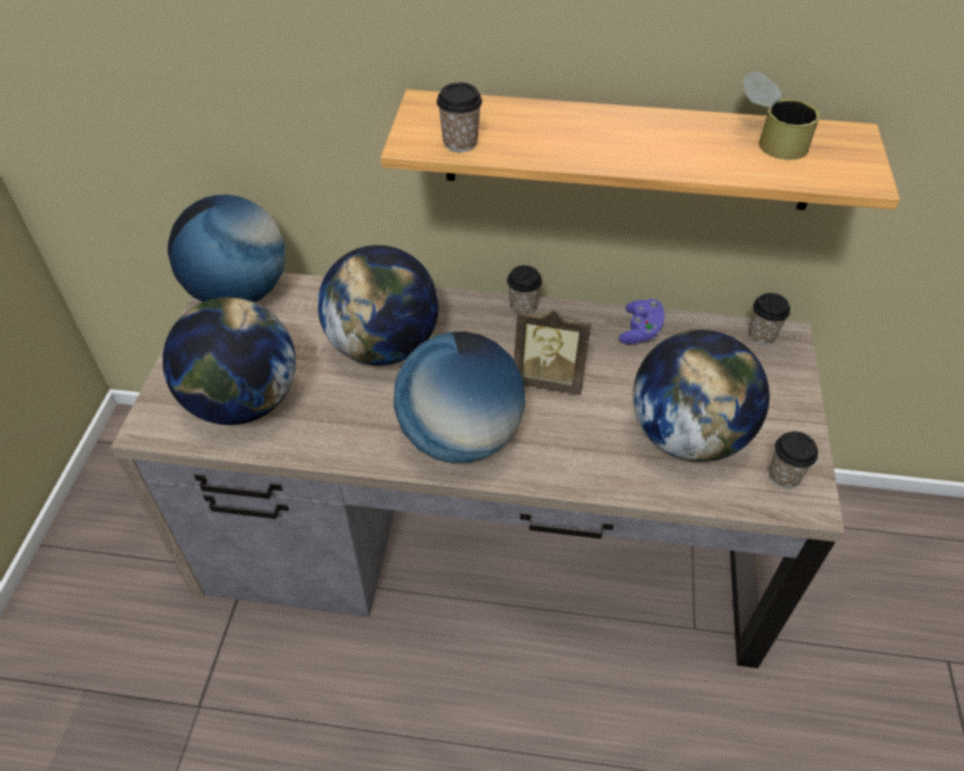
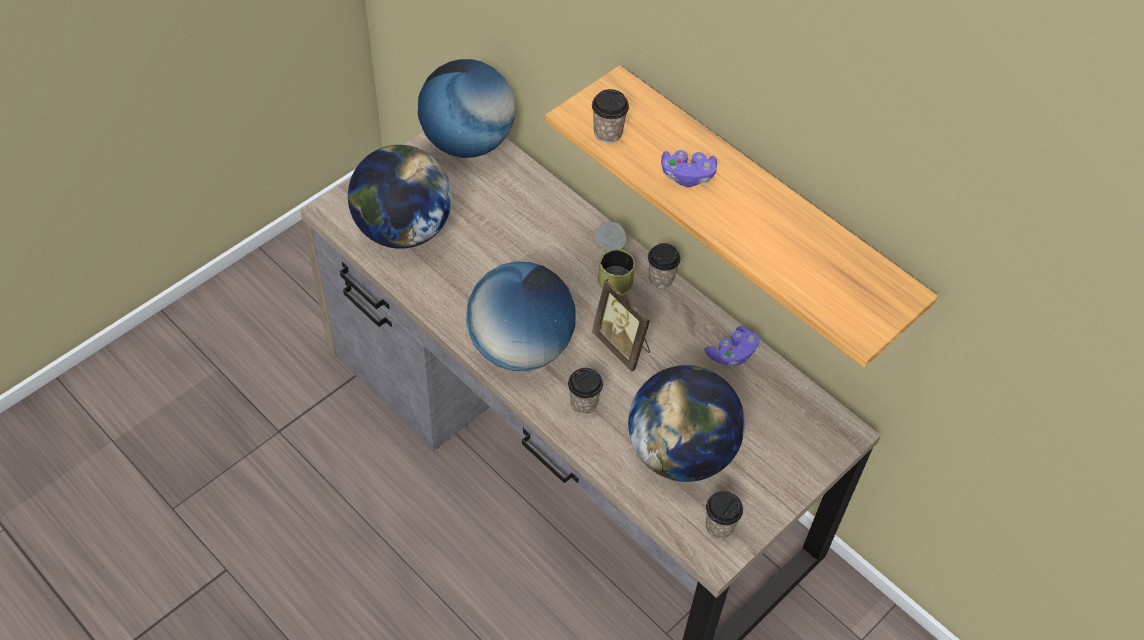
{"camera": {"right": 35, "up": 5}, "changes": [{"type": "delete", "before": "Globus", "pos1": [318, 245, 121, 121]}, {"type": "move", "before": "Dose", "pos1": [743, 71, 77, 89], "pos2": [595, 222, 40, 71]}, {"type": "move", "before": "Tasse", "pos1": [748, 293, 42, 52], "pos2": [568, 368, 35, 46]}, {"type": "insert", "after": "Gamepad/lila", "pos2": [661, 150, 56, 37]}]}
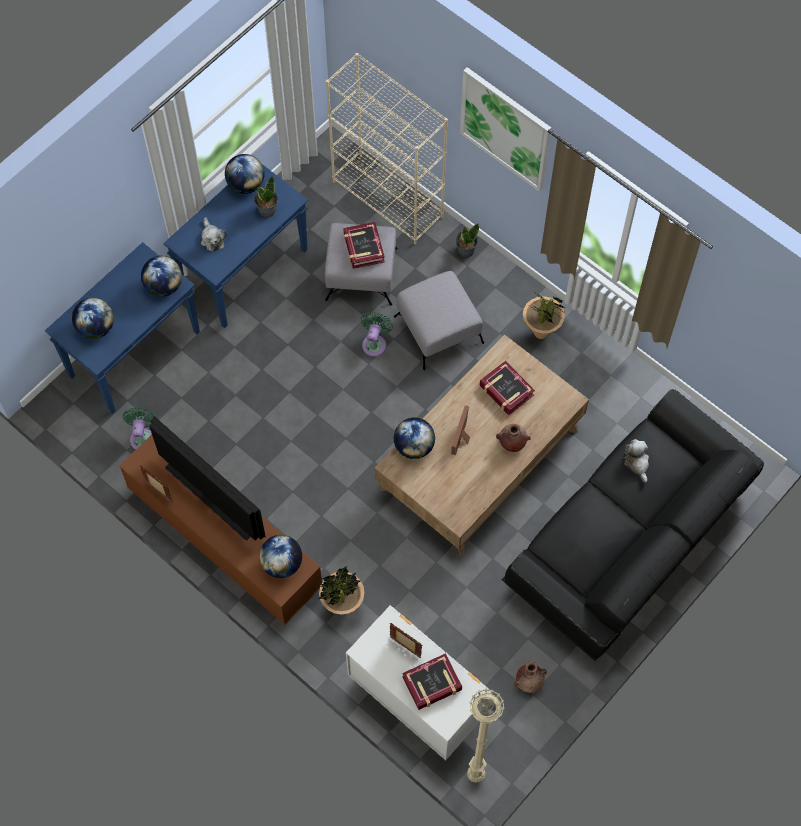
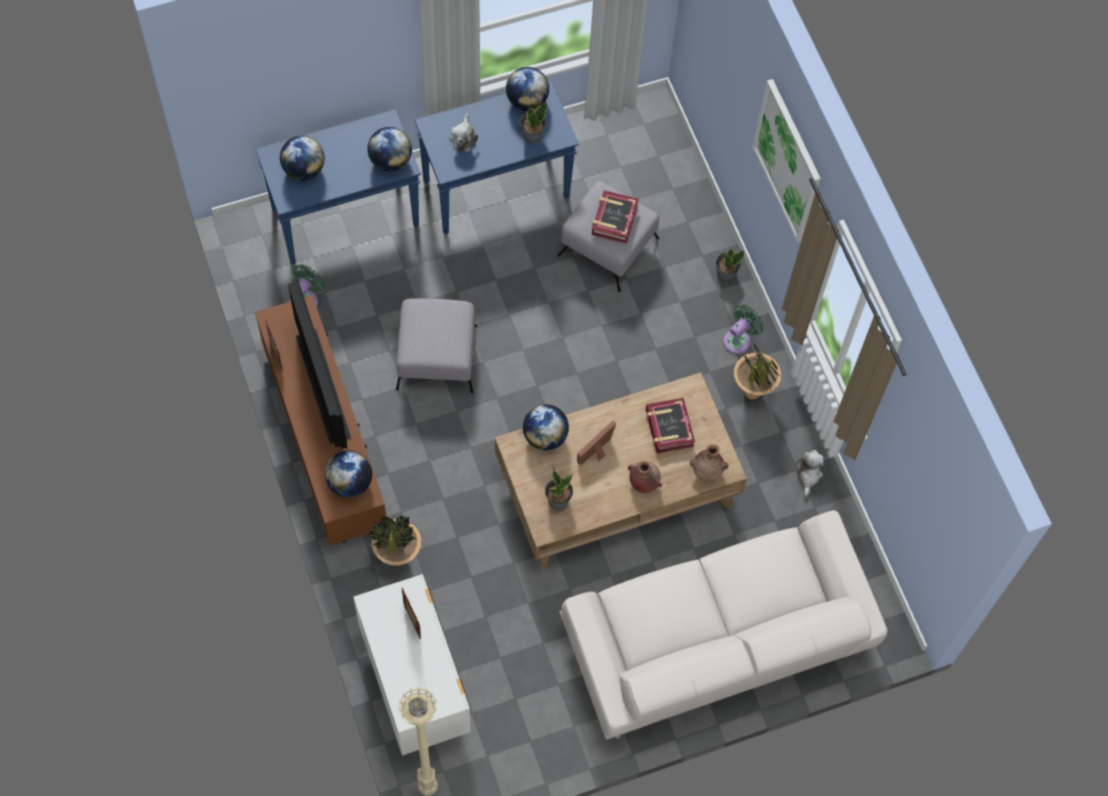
{"camera": {"right": 25, "up": 0}, "changes": [{"type": "delete", "before": "Bücherregal/beige", "pos1": [326, 53, 122, 192]}, {"type": "move", "before": "Ventilator/grün", "pos1": [361, 312, 32, 45], "pos2": [723, 304, 41, 50]}, {"type": "move", "before": "Polsterhocker/grau", "pos1": [394, 271, 90, 99], "pos2": [396, 298, 81, 96]}, {"type": "delete", "before": "Buch", "pos1": [402, 653, 60, 57]}, {"type": "recolor", "before": "Sofa/schwarz", "after": "Sofa/weiß", "pos1": [502, 389, 262, 272], "pos2": [559, 510, 329, 230]}, {"type": "move", "before": "Vase/braun", "pos1": [514, 661, 33, 32], "pos2": [690, 444, 38, 37]}, {"type": "move", "before": "Plüschtier", "pos1": [623, 439, 26, 44], "pos2": [796, 450, 28, 47]}, {"type": "insert", "after": "Topfpflanze", "pos2": [545, 466, 28, 44]}]}
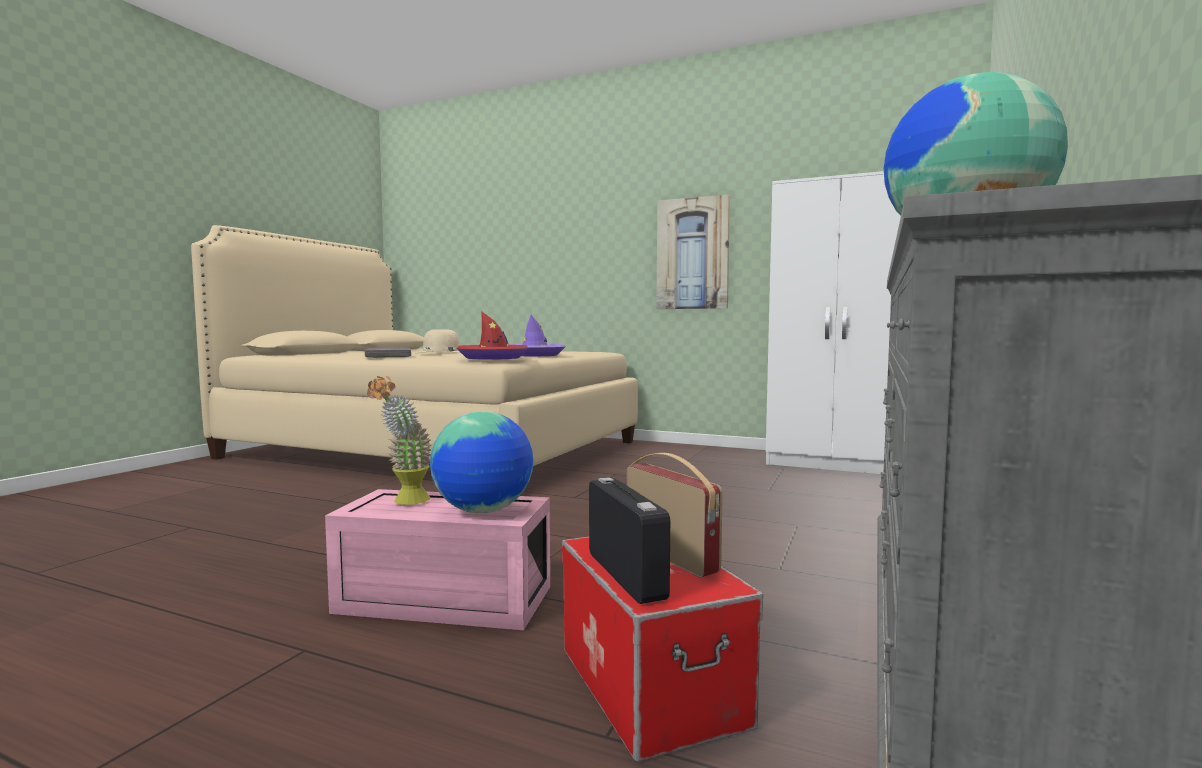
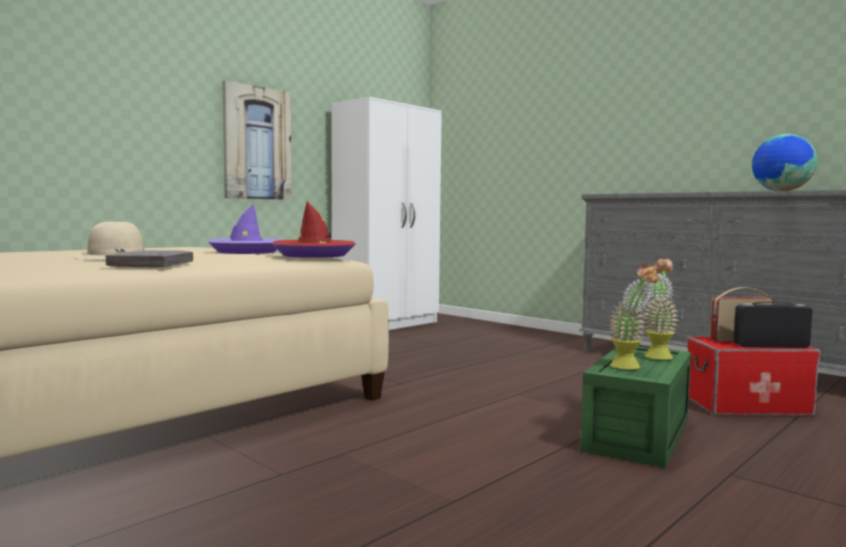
{"camera": {"right": -70, "up": 0}, "changes": [{"type": "recolor", "before": "Aufbewahrungsbox/rosa", "after": "Aufbewahrungsbox/grün", "pos1": [325, 489, 225, 141], "pos2": [580, 347, 111, 121]}, {"type": "replace", "before": "Globus", "after": "Topfpflanze", "pos1": [430, 411, 103, 102], "pos2": [643, 259, 37, 101]}]}
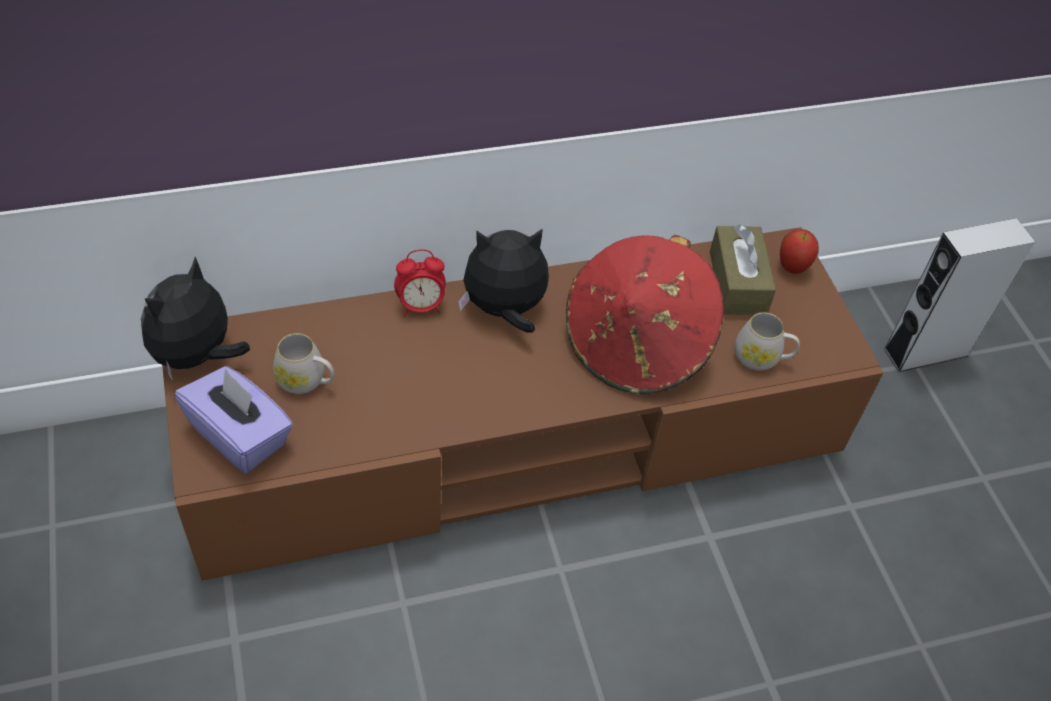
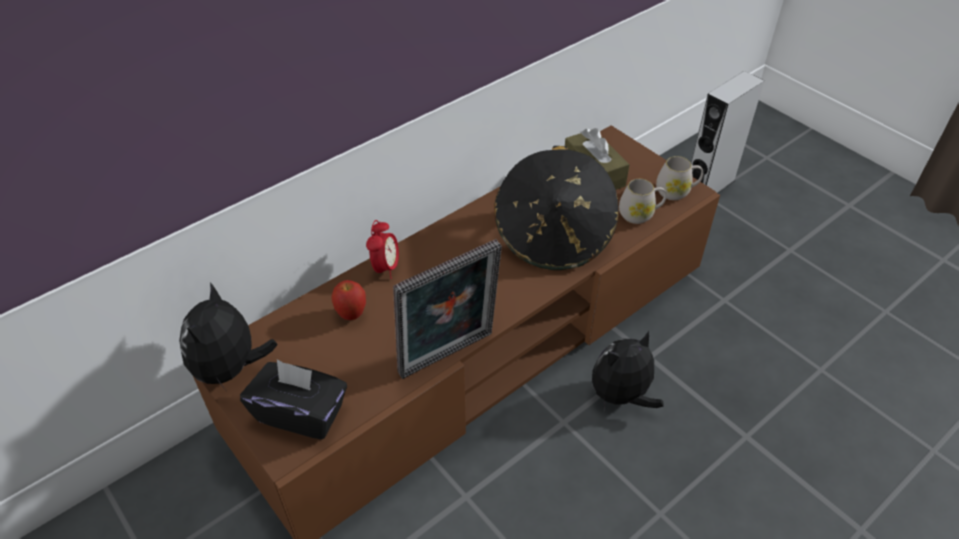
{"camera": {"right": -20, "up": -5}, "changes": [{"type": "recolor", "before": "Taschentuchbox/lila", "after": "Taschentuchbox/schwarz", "pos1": [174, 366, 119, 107], "pos2": [240, 359, 107, 81]}, {"type": "move", "before": "Henkelbecher/weiß", "pos1": [273, 333, 62, 61], "pos2": [656, 156, 47, 44]}, {"type": "rotate", "before": "Wecker", "pos1": [394, 250, 52, 67], "pos2": [366, 220, 33, 59], "turn": -45}, {"type": "move", "before": "Plüschtier", "pos1": [458, 228, 91, 105], "pos2": [592, 331, 72, 79]}, {"type": "recolor", "before": "Hut/rot", "after": "Hut/schwarz", "pos1": [566, 235, 158, 160], "pos2": [494, 146, 125, 124]}, {"type": "move", "before": "Apfel", "pos1": [780, 229, 39, 45], "pos2": [331, 280, 35, 40]}, {"type": "insert", "after": "Bilderrahmen", "pos2": [393, 239, 109, 140]}]}
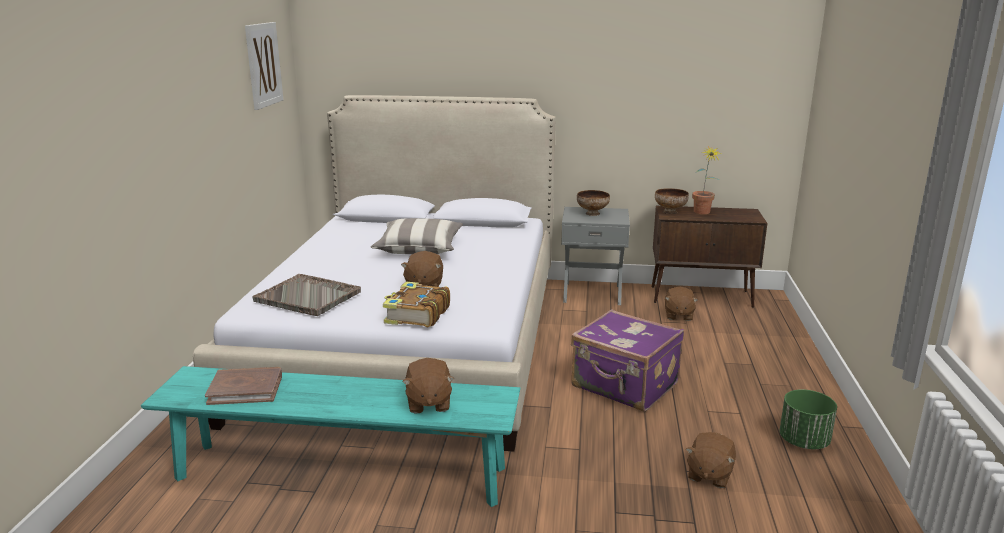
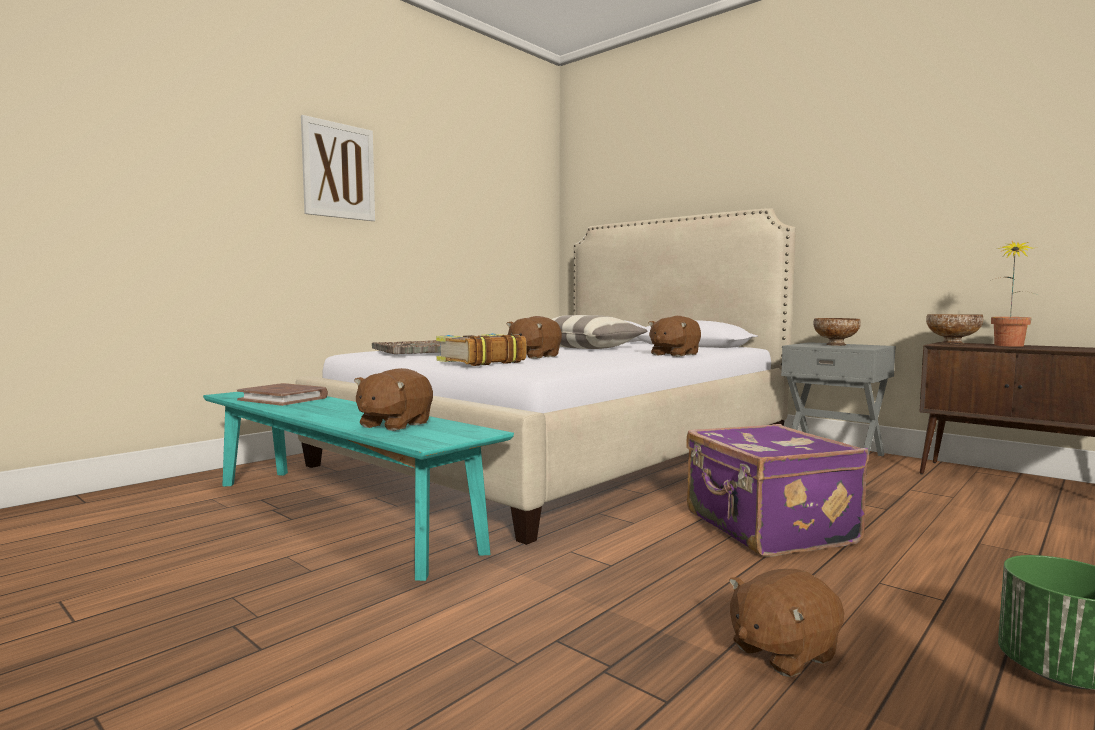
{"camera": {"right": 35, "up": -15}, "changes": [{"type": "move", "before": "Bild", "pos1": [245, 22, 38, 88], "pos2": [301, 115, 74, 106]}, {"type": "move", "before": "Plüschtier/braun", "pos1": [665, 287, 33, 34], "pos2": [648, 316, 53, 41]}]}
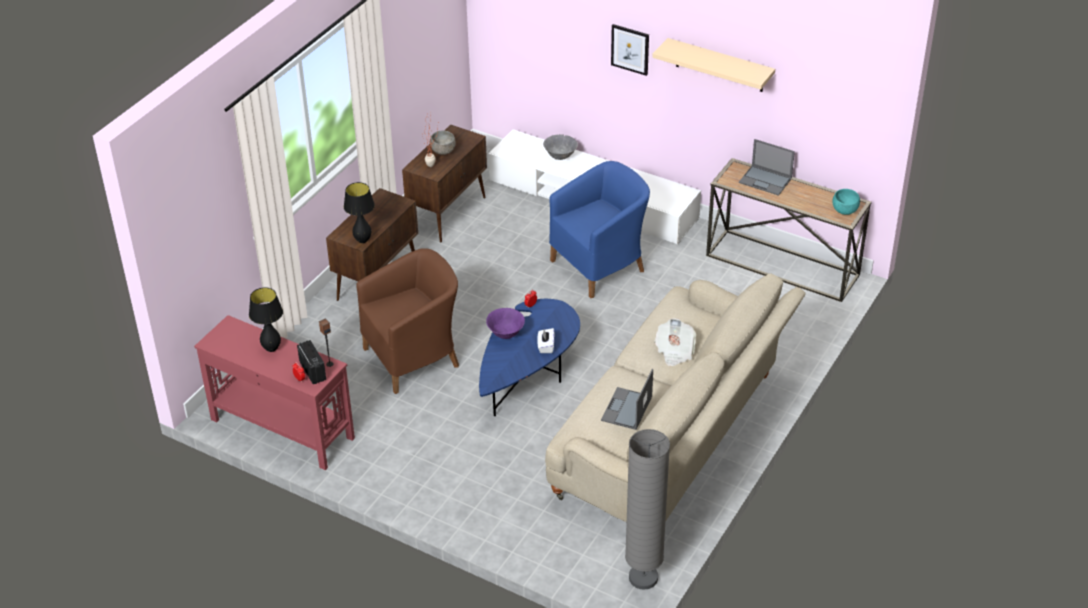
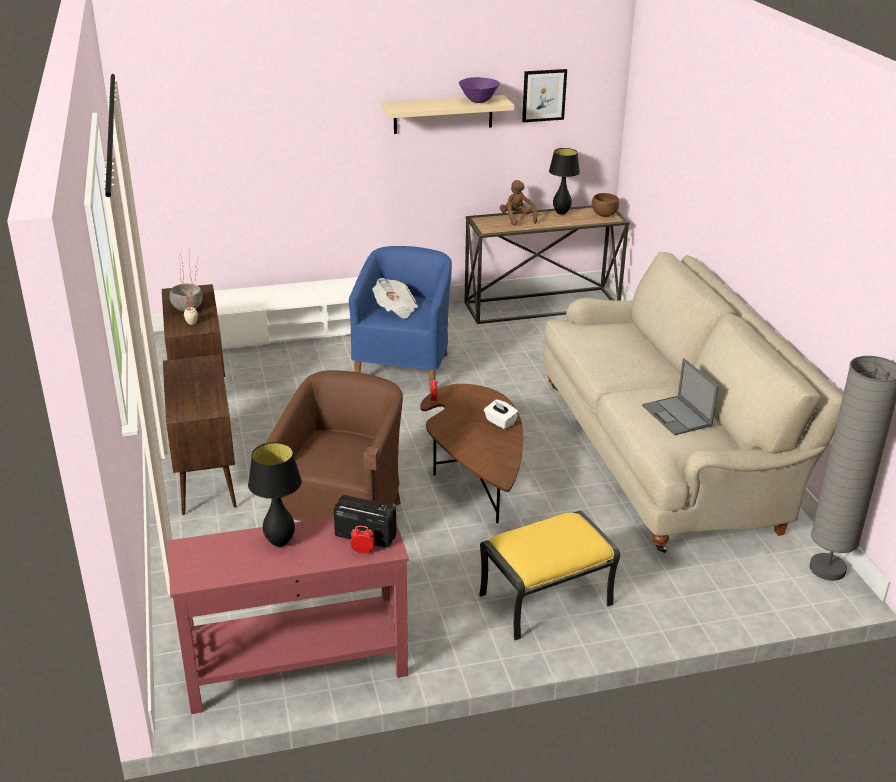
{"camera": {"right": -45, "up": -10}, "changes": [{"type": "move", "before": "Tischlampe/schwarz", "pos1": [344, 182, 31, 61], "pos2": [549, 148, 31, 67]}, {"type": "recolor", "before": "Couchtisch/blau", "after": "Couchtisch/braun", "pos1": [479, 299, 101, 117], "pos2": [420, 384, 103, 139]}, {"type": "move", "before": "Schüssel/lila", "pos1": [486, 308, 39, 31], "pos2": [459, 77, 41, 26]}, {"type": "delete", "before": "Schüssel/grau", "pos1": [543, 134, 35, 26]}, {"type": "move", "before": "Bild", "pos1": [611, 24, 38, 52], "pos2": [522, 69, 45, 53]}, {"type": "move", "before": "Zeitung", "pos1": [654, 318, 42, 48], "pos2": [372, 278, 46, 41]}, {"type": "replace", "before": "Laptop", "after": "Plüschtier/braun", "pos1": [739, 139, 56, 57], "pos2": [500, 180, 37, 46]}, {"type": "recolor", "before": "Schüssel/türkis", "after": "Schüssel/braun", "pos1": [832, 189, 28, 26], "pos2": [592, 193, 27, 24]}, {"type": "insert", "after": "Polsterhocker/gelb", "pos2": [479, 511, 141, 130]}]}
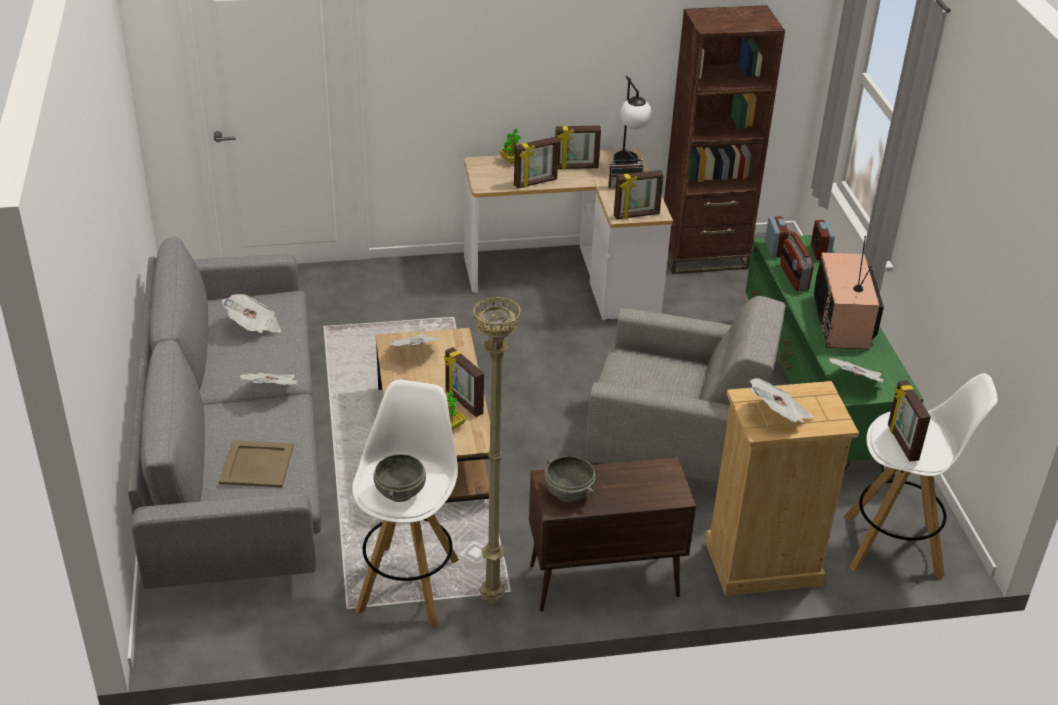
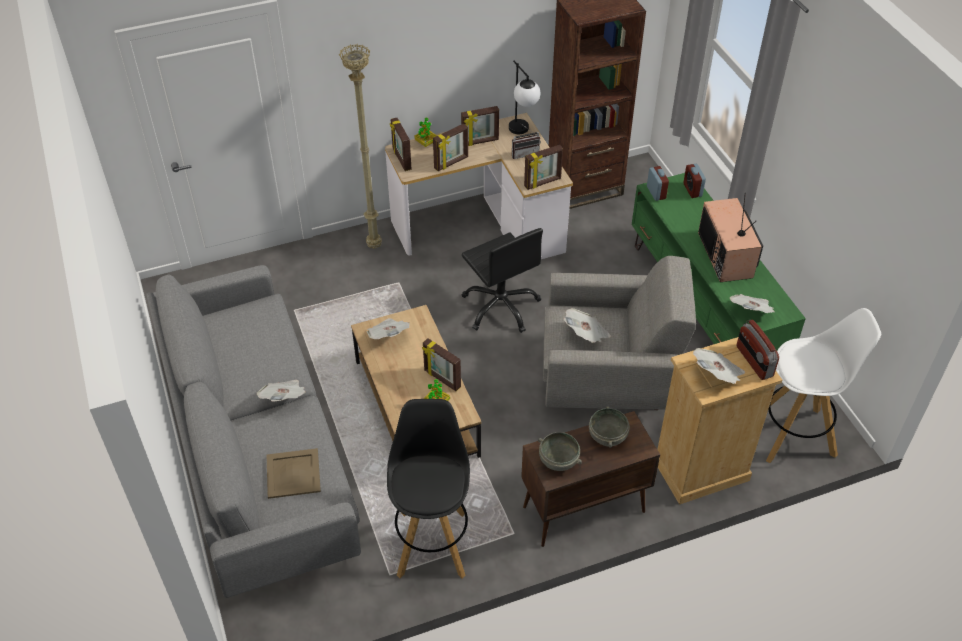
{"camera": {"right": -10, "up": 10}, "changes": [{"type": "move", "before": "Zeitung", "pos1": [222, 294, 59, 39], "pos2": [563, 308, 48, 35]}, {"type": "recolor", "before": "Hocker/weiß", "after": "Hocker/schwarz", "pos1": [352, 380, 107, 248], "pos2": [387, 399, 83, 179]}, {"type": "move", "before": "Schüssel/grau", "pos1": [373, 454, 53, 48], "pos2": [589, 406, 41, 42]}, {"type": "move", "before": "Stehlampe/beige", "pos1": [472, 296, 50, 308], "pos2": [339, 44, 43, 205]}, {"type": "move", "before": "Radio", "pos1": [780, 232, 34, 59], "pos2": [737, 320, 42, 60]}, {"type": "move", "before": "Bilderrahmen", "pos1": [888, 380, 43, 81], "pos2": [390, 118, 22, 53]}, {"type": "insert", "after": "Bürostuhl/schwarz", "pos2": [462, 228, 81, 105]}]}
